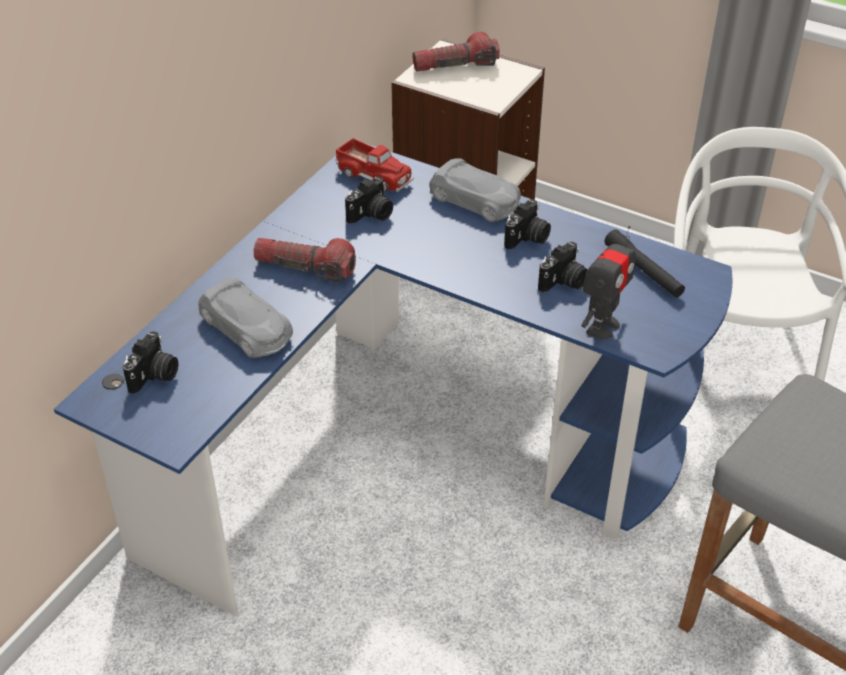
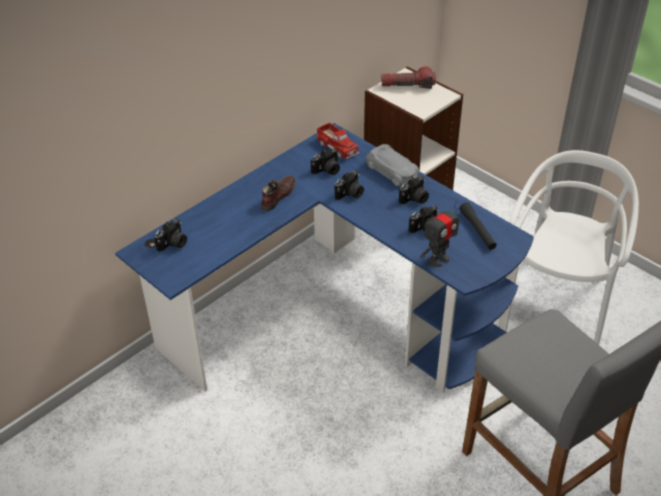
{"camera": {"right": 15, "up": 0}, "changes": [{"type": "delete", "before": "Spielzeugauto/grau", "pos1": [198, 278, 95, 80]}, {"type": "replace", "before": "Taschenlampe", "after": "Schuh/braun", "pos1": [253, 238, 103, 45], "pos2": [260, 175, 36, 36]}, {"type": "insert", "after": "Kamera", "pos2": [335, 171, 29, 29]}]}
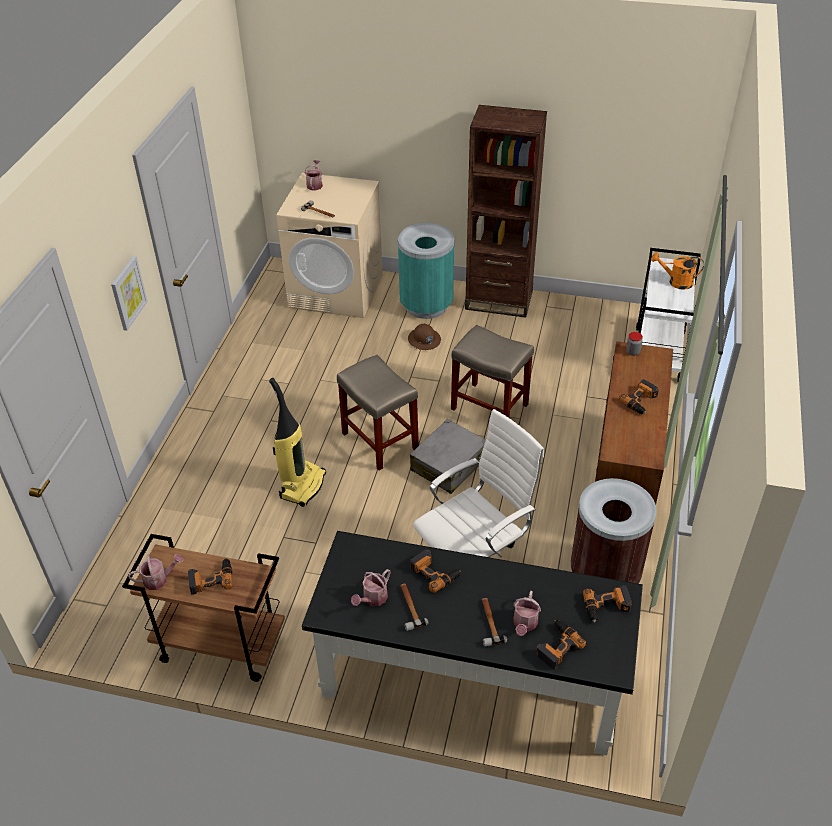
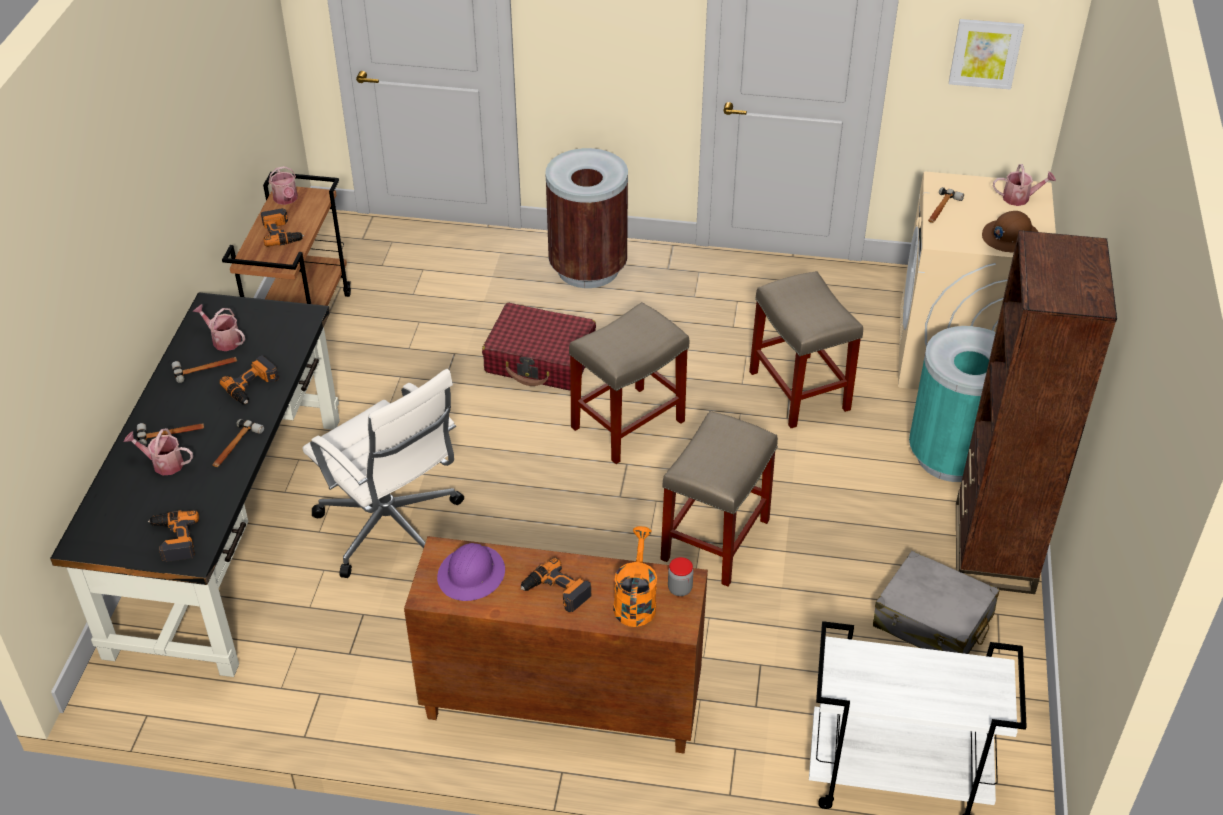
{"camera": {"right": 85, "up": 0}, "changes": [{"type": "move", "before": "Bild", "pos1": [111, 256, 37, 75], "pos2": [949, 19, 75, 71]}, {"type": "replace", "before": "Staubsauger", "after": "Koffer/rot", "pos1": [269, 378, 57, 129], "pos2": [482, 303, 114, 88]}, {"type": "move", "before": "Schutzhelm/braun", "pos1": [408, 324, 33, 26], "pos2": [982, 211, 56, 42]}, {"type": "move", "before": "Koffer/grau", "pos1": [410, 419, 76, 75], "pos2": [873, 551, 127, 103]}, {"type": "delete", "before": "Bohrmaschine", "pos1": [536, 620, 50, 50]}, {"type": "move", "before": "Mülleimer/braun", "pos1": [570, 478, 87, 106], "pos2": [545, 148, 83, 140]}, {"type": "move", "before": "Gießkanne/orange", "pos1": [651, 252, 53, 38], "pos2": [613, 526, 44, 101]}, {"type": "insert", "after": "Hammer", "pos2": [212, 419, 52, 48]}, {"type": "insert", "after": "Schutzhelm/lila", "pos2": [437, 543, 68, 58]}, {"type": "insert", "after": "Hocker/beige", "pos2": [749, 271, 114, 157]}]}
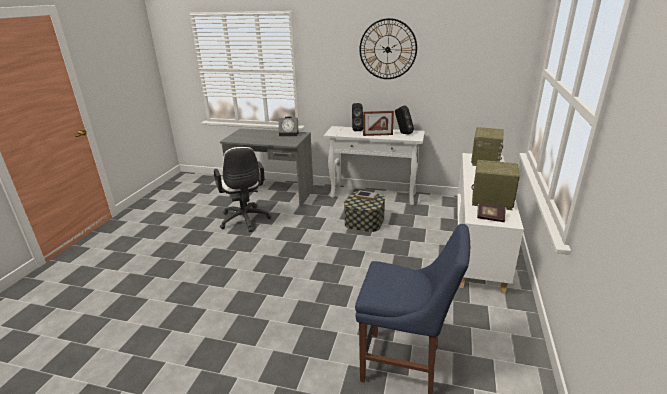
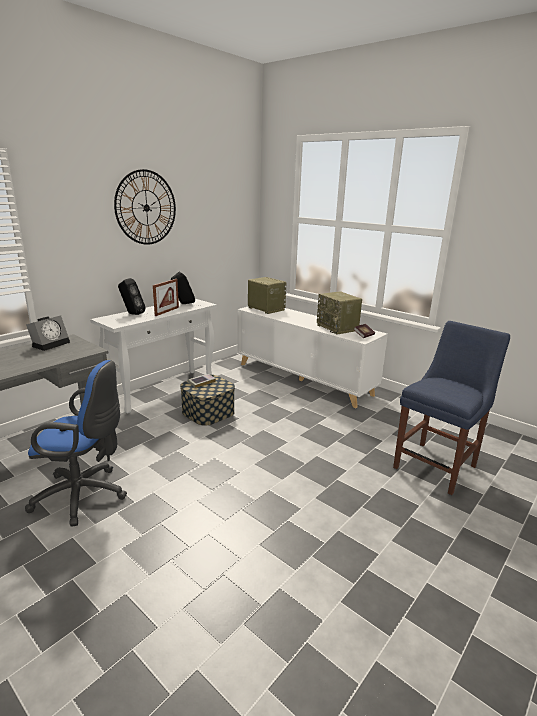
{"camera": {"right": -65, "up": -5}, "changes": [{"type": "recolor", "before": "Bürostuhl/weiß", "after": "Bürostuhl/blau", "pos1": [214, 147, 57, 85], "pos2": [25, 360, 102, 167]}, {"type": "rotate", "before": "Radio", "pos1": [471, 160, 49, 50], "pos2": [317, 291, 45, 43], "turn": -75}]}
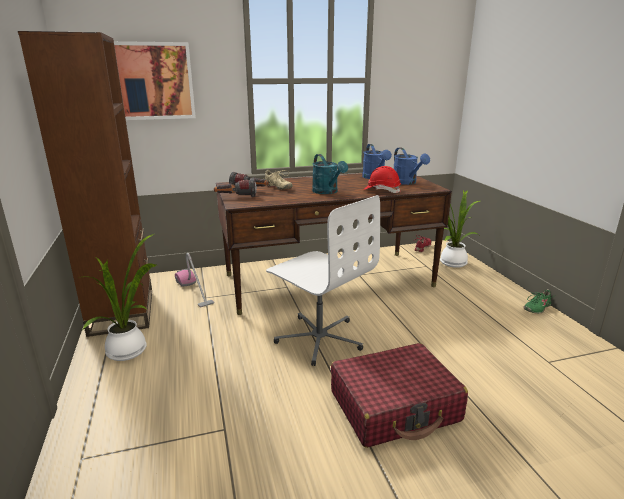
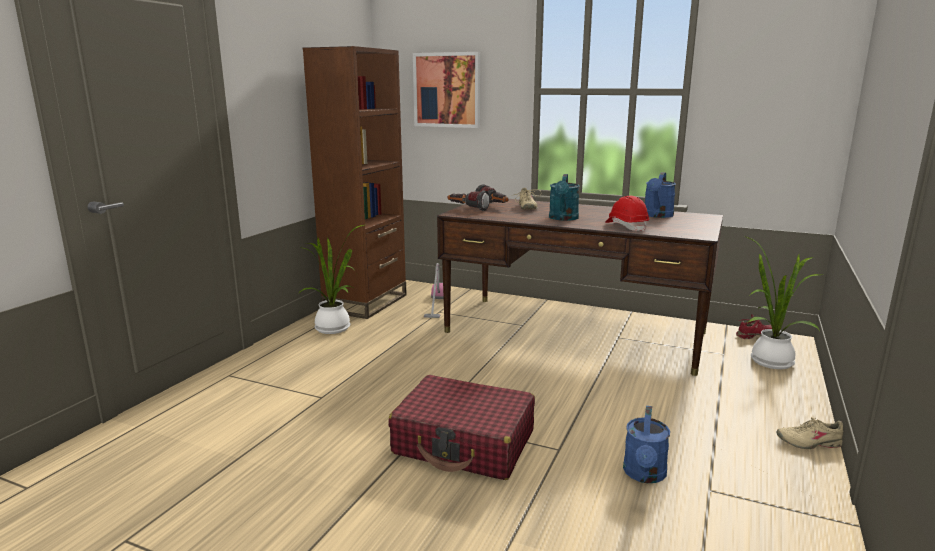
{"camera": {"right": 40, "up": -5}, "changes": [{"type": "delete", "before": "Bürostuhl/weiß", "pos1": [266, 195, 114, 171]}, {"type": "move", "before": "Gießkanne/blau", "pos1": [394, 147, 36, 38], "pos2": [623, 406, 47, 77]}, {"type": "recolor", "before": "Schuh/grün", "after": "Schuh/beige", "pos1": [523, 289, 31, 25], "pos2": [776, 418, 67, 31]}]}
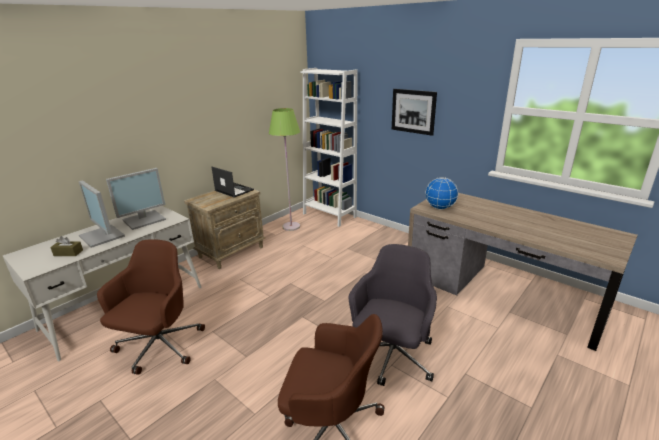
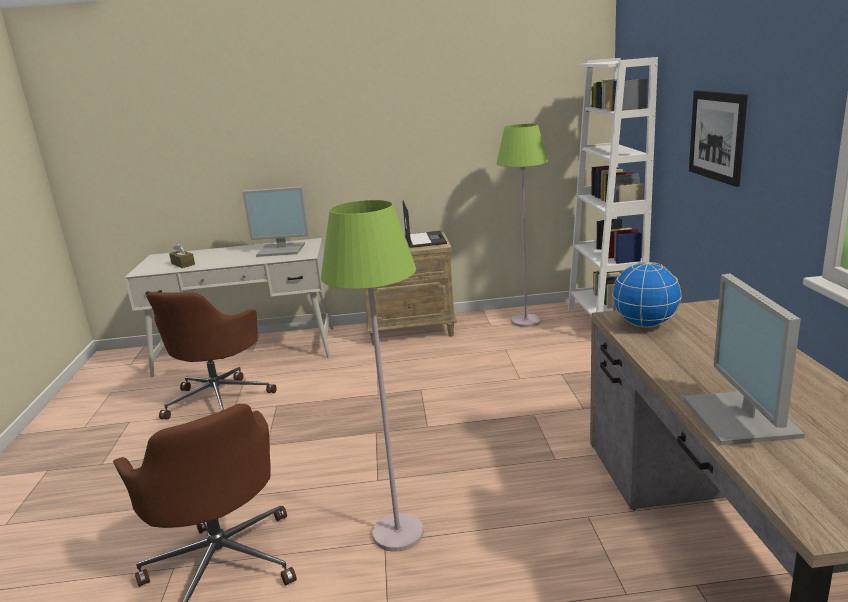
{"camera": {"right": 45, "up": -5}, "changes": [{"type": "move", "before": "Monitor", "pos1": [79, 180, 46, 68], "pos2": [683, 274, 122, 171]}, {"type": "rotate", "before": "Bürostuhl/braun", "pos1": [97, 239, 108, 136], "pos2": [147, 292, 130, 128], "turn": 135}, {"type": "replace", "before": "Bürostuhl/grau", "after": "Stehlampe/grün", "pos1": [349, 244, 88, 142], "pos2": [321, 200, 103, 352]}]}
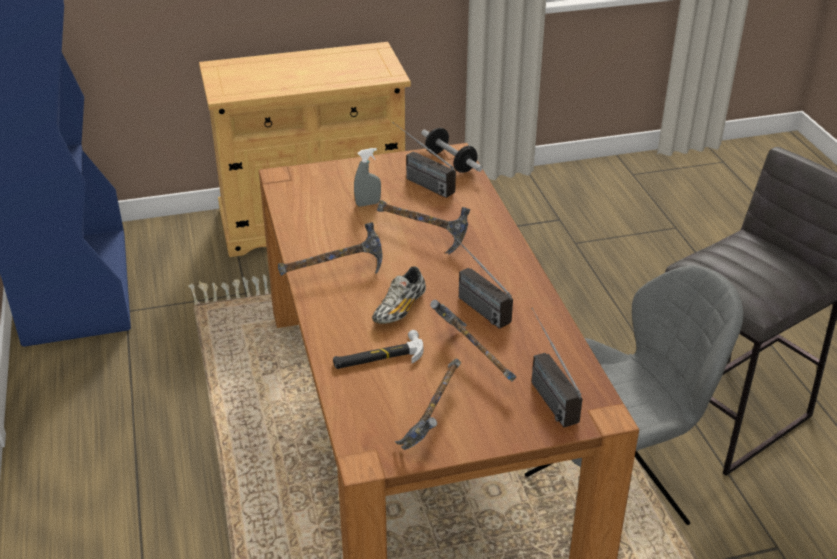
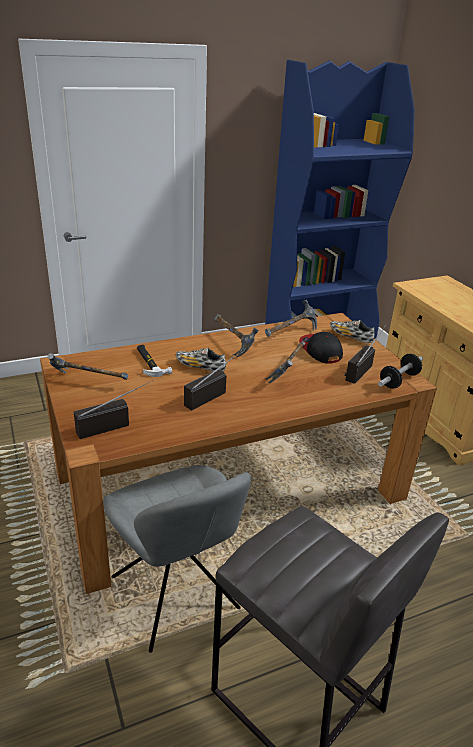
{"camera": {"right": 80, "up": -5}, "changes": [{"type": "replace", "before": "Sprühflasche/grau", "after": "Kappe", "pos1": [354, 148, 27, 59], "pos2": [299, 332, 44, 32]}, {"type": "move", "before": "Hammer", "pos1": [430, 300, 86, 82], "pos2": [265, 300, 52, 37]}, {"type": "insert", "after": "Schuh", "pos2": [330, 320, 45, 23]}]}
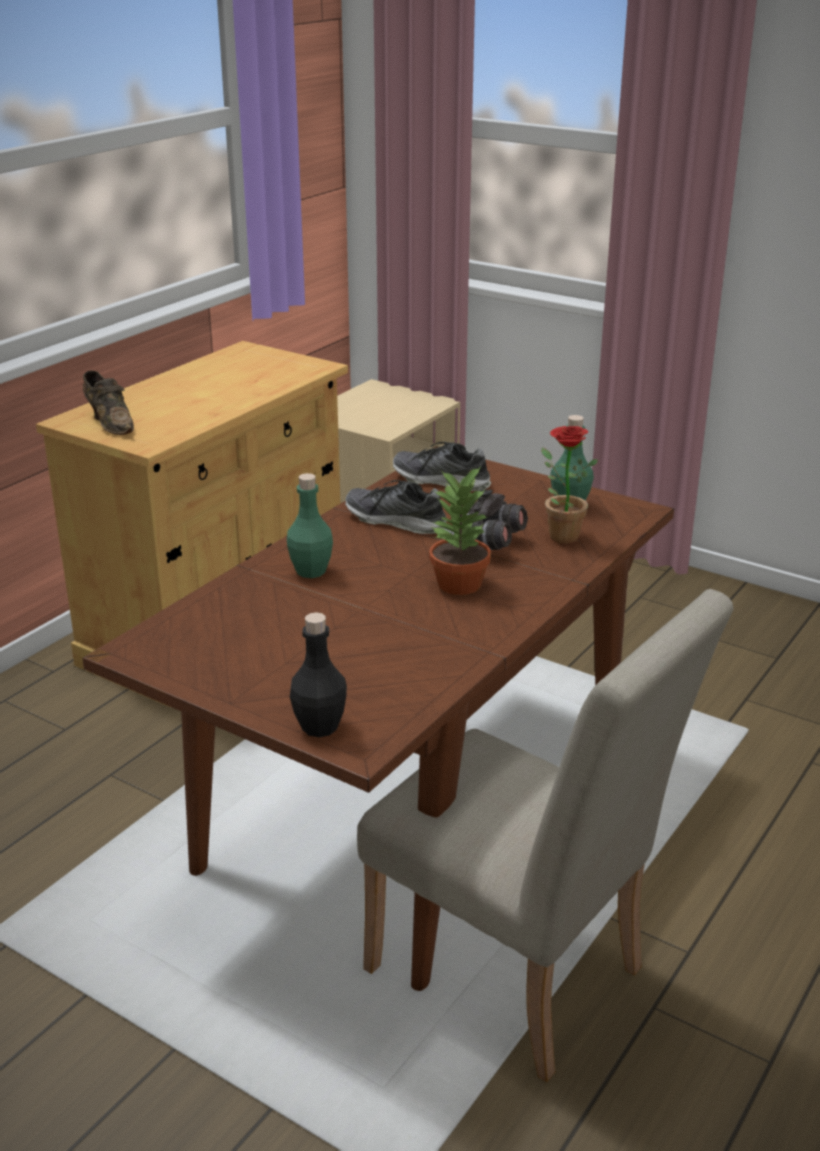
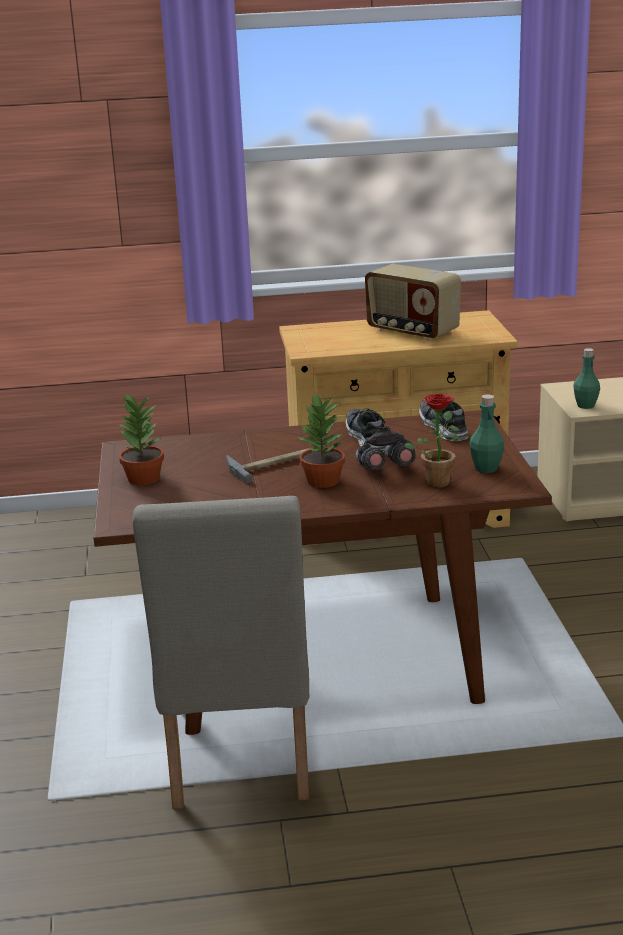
{"camera": {"right": 50, "up": -5}, "changes": [{"type": "delete", "before": "Schuh/braun", "pos1": [83, 370, 51, 65]}, {"type": "move", "before": "Flasche/grün", "pos1": [287, 473, 46, 105], "pos2": [573, 348, 27, 61]}, {"type": "delete", "before": "Flasche/schwarz", "pos1": [290, 612, 57, 125]}, {"type": "insert", "after": "Topfpflanze", "pos2": [118, 394, 46, 91]}, {"type": "insert", "after": "Hammer", "pos2": [226, 448, 85, 35]}, {"type": "insert", "after": "Radio", "pos2": [365, 264, 96, 77]}]}
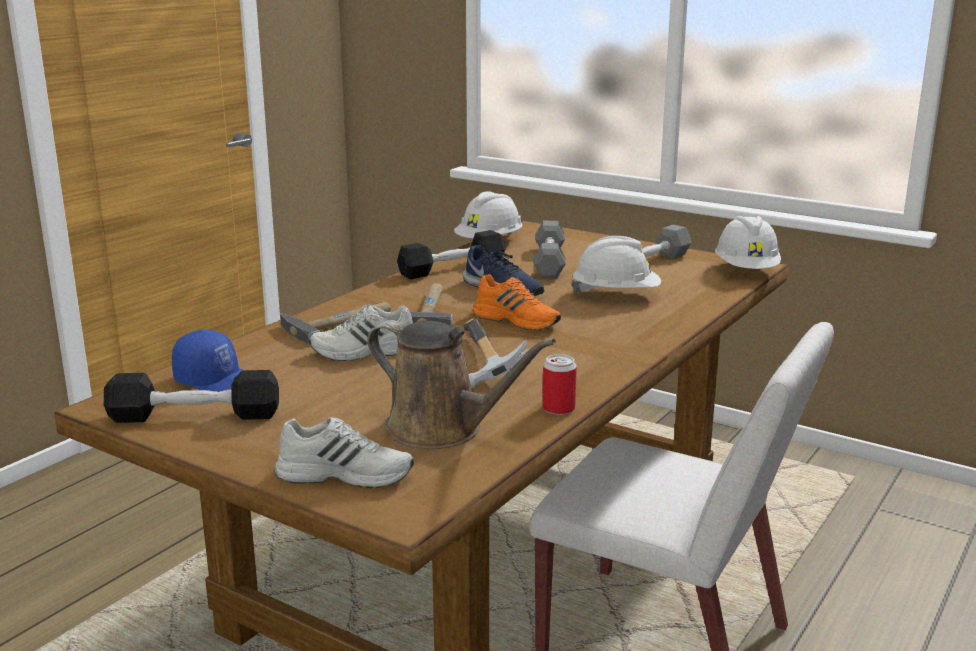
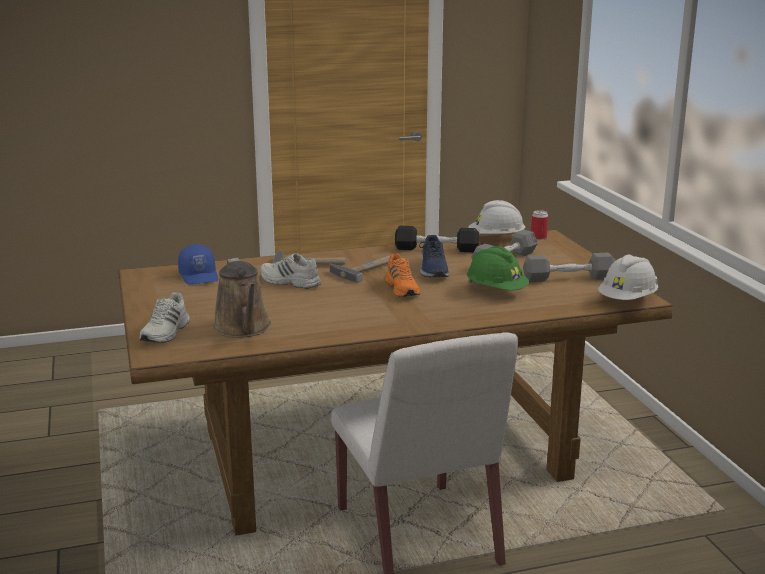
{"camera": {"right": 40, "up": 0}, "changes": [{"type": "delete", "before": "Hantel/schwarz", "pos1": [104, 370, 175, 53]}, {"type": "rotate", "before": "Schuh/weiß", "pos1": [274, 417, 140, 71], "pos2": [139, 292, 51, 51], "turn": 60}, {"type": "delete", "before": "Hammer", "pos1": [463, 318, 67, 71]}, {"type": "move", "before": "Dose", "pos1": [542, 354, 35, 61], "pos2": [531, 210, 17, 30]}, {"type": "recolor", "before": "Schutzhelm/weiß", "after": "Schutzhelm/grün", "pos1": [571, 236, 90, 58], "pos2": [467, 246, 63, 44]}]}
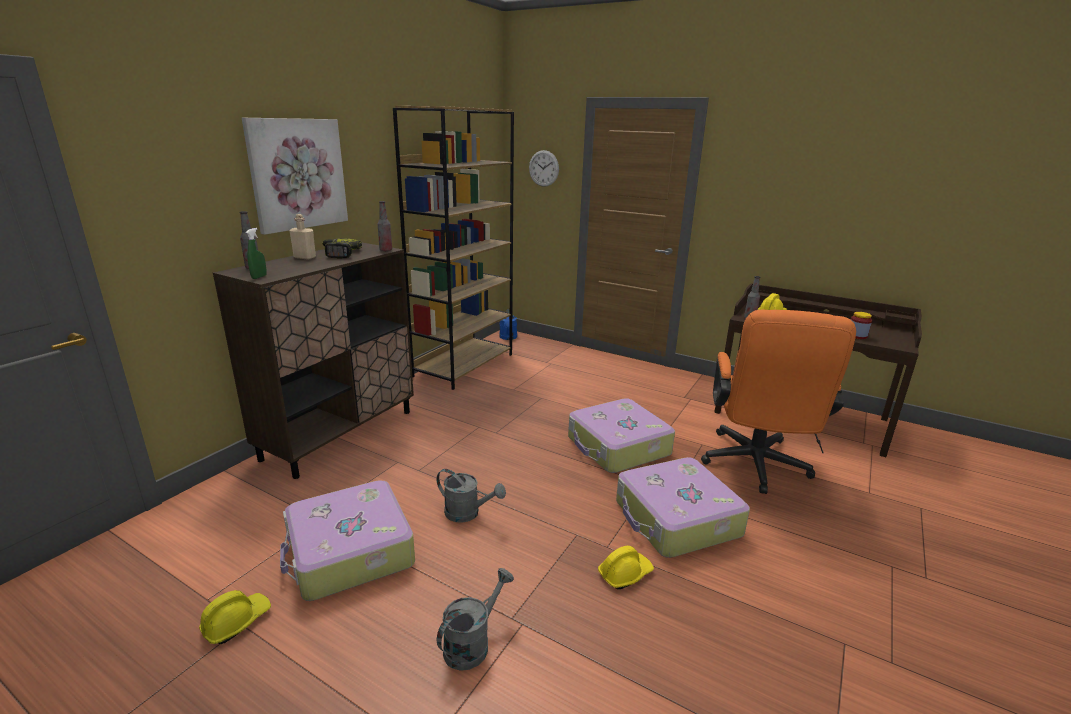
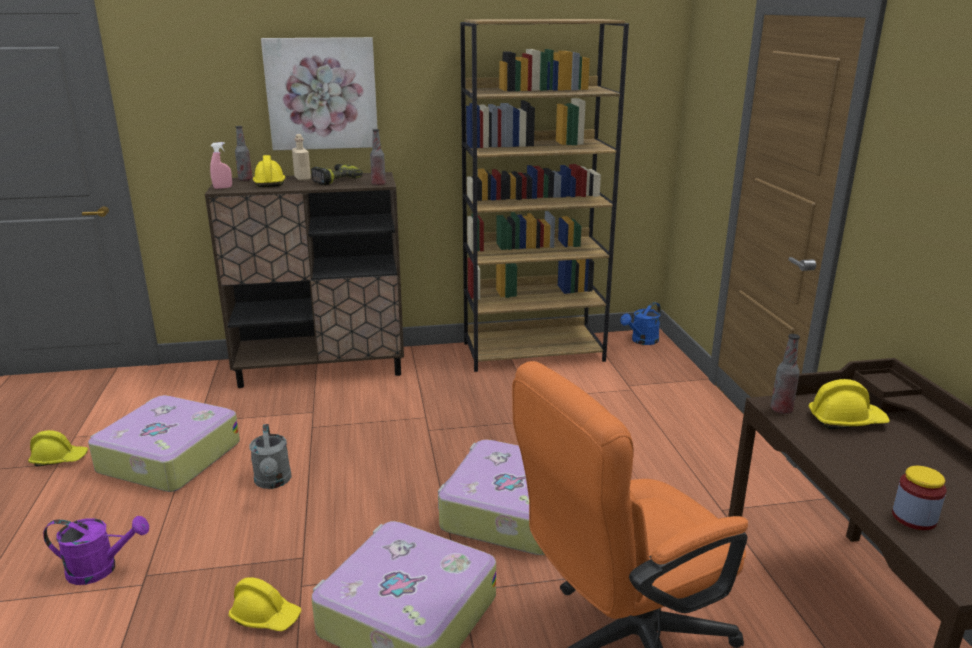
{"camera": {"right": 50, "up": 0}, "changes": [{"type": "recolor", "before": "Sprühflasche/grün", "after": "Sprühflasche/rosa", "pos1": [246, 228, 21, 51], "pos2": [210, 142, 22, 47]}, {"type": "recolor", "before": "Gießkanne/grau", "after": "Gießkanne/lila", "pos1": [437, 568, 77, 103], "pos2": [43, 516, 106, 69]}, {"type": "delete", "before": "Wanduhr", "pos1": [529, 150, 30, 37]}, {"type": "insert", "after": "Schutzhelm/gelb", "pos2": [253, 155, 33, 32]}]}
